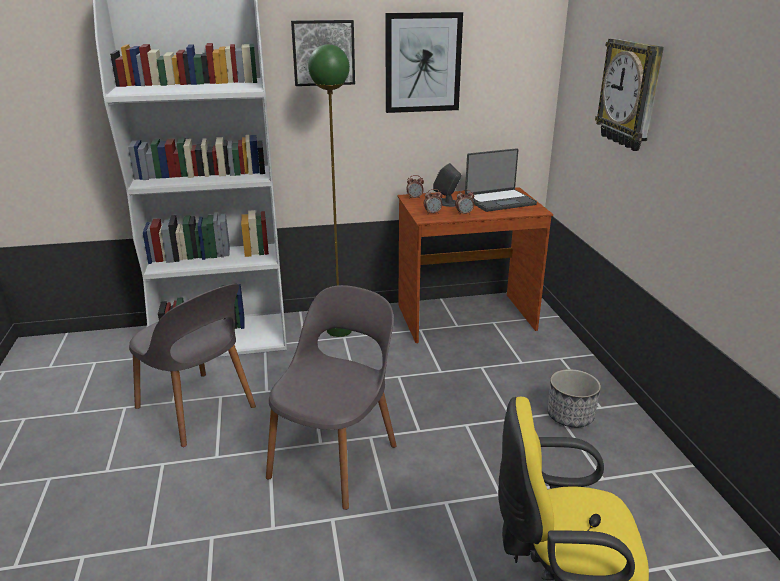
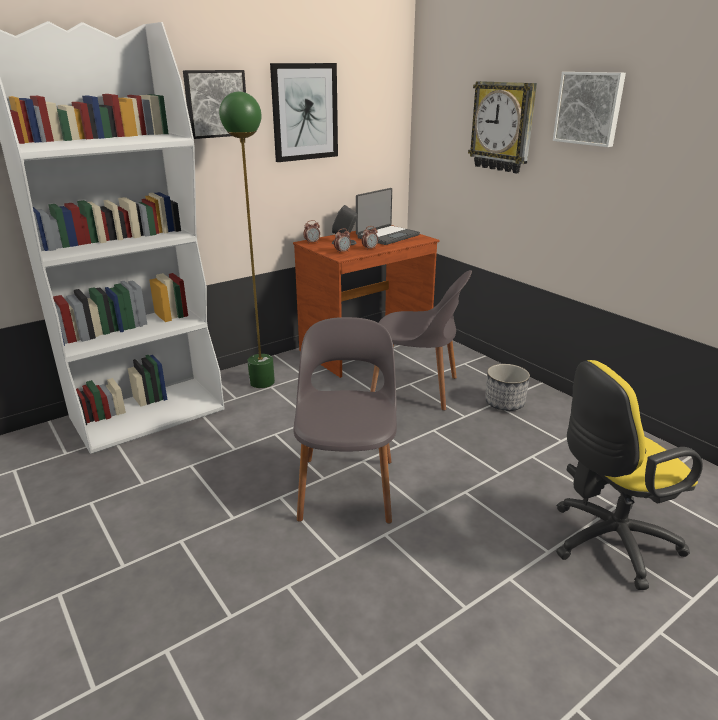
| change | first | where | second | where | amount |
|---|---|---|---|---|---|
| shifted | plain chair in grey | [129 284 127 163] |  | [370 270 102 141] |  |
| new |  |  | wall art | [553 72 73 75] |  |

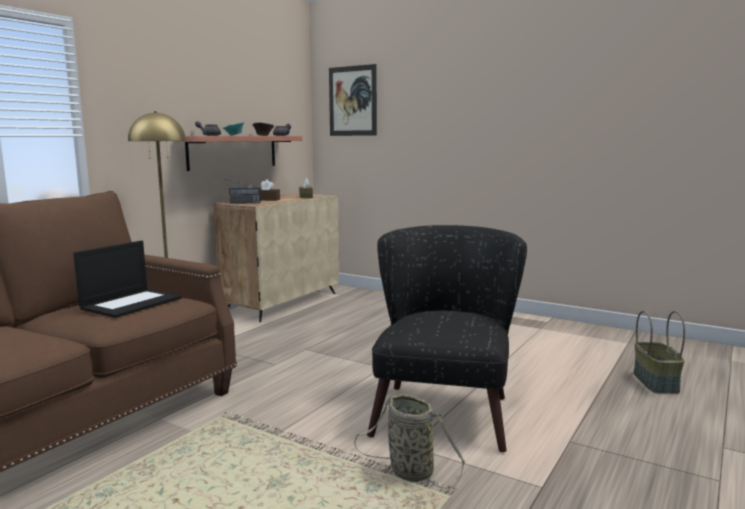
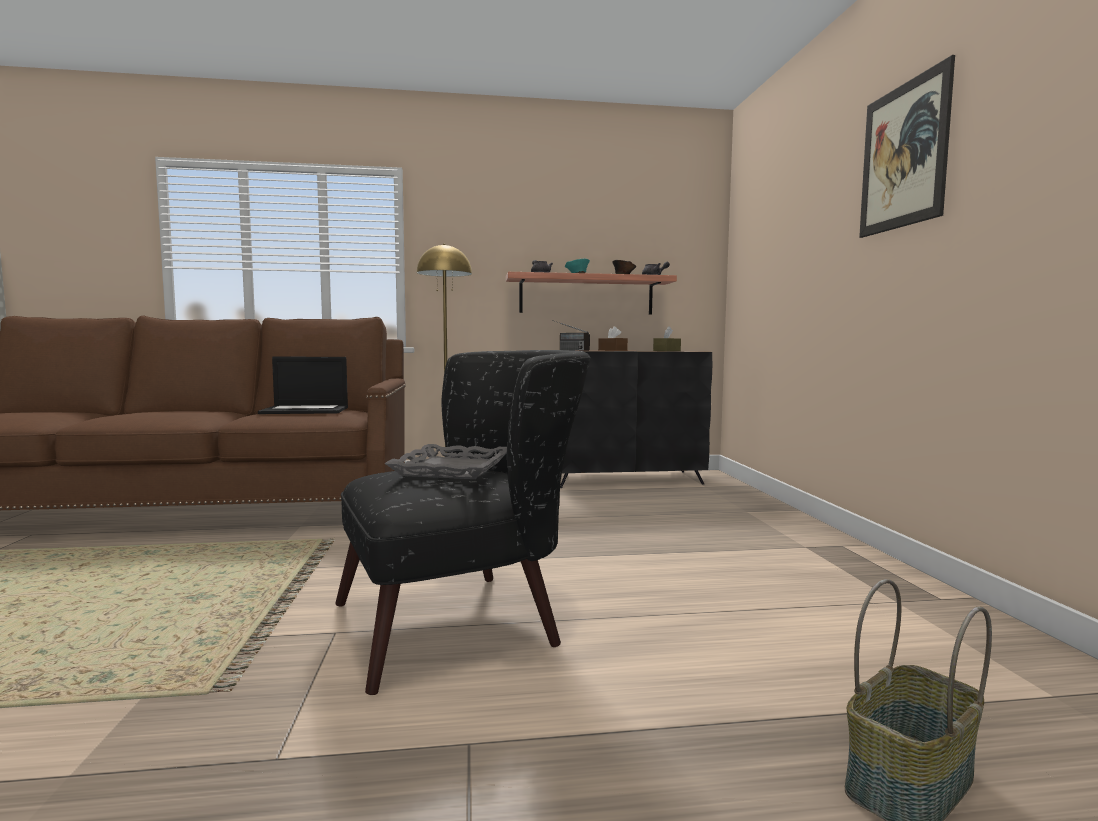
| change | first | where | second | where | amount |
|---|---|---|---|---|---|
| repainted | cabinet in beige-coloured | [214 193 125 129] | cabinet in black-coloured | [560 351 152 137] |  |
| shifted | wall art | [329 64 48 72] |  | [859 55 96 183] |  |
| gone | storage basket | [354 394 111 95] |  |  |  |
| new |  |  | serving tray in grey | [384 444 123 35] |  |

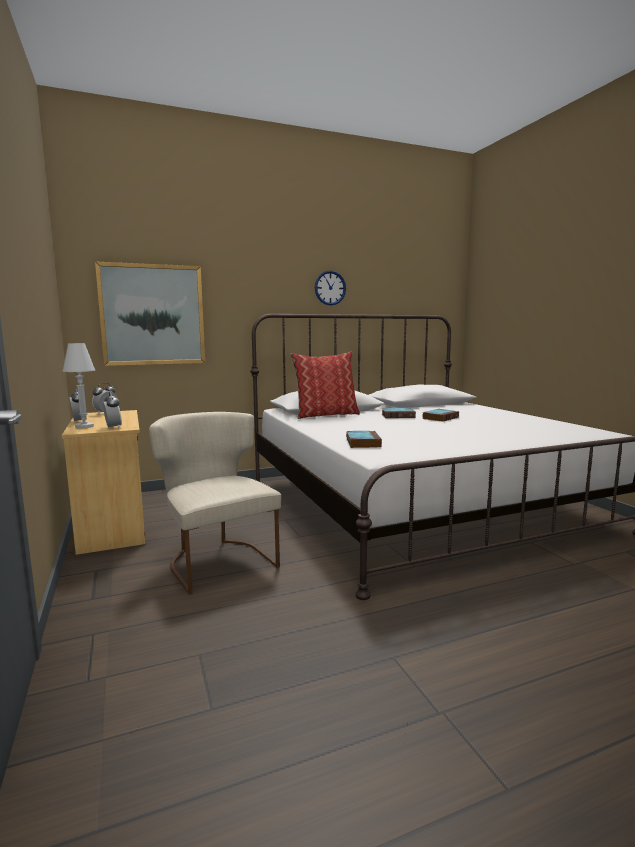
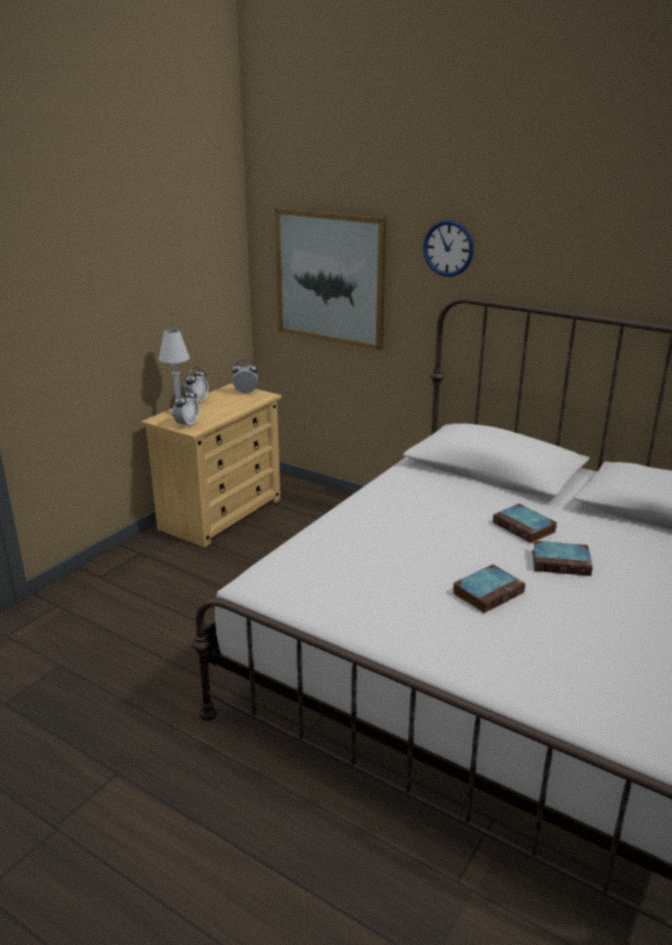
| change | first | where | second | where | amount |
|---|---|---|---|---|---|
| gone | plain chair in beige-coloured | [149 412 132 183] |  |  |  |
| gone | cushion | [290 352 70 67] |  |  |  |
| shifted | hanging clock | [315 270 31 35] |  | [423 220 51 57] |  |
| shifted | bound book | [346 431 36 17] |  | [453 564 72 49] |  |

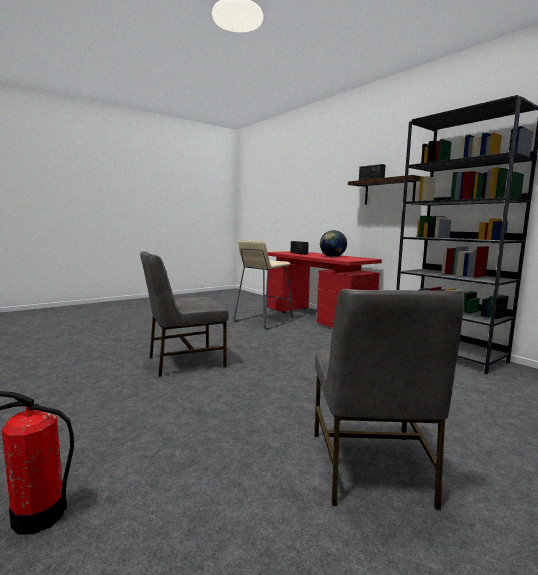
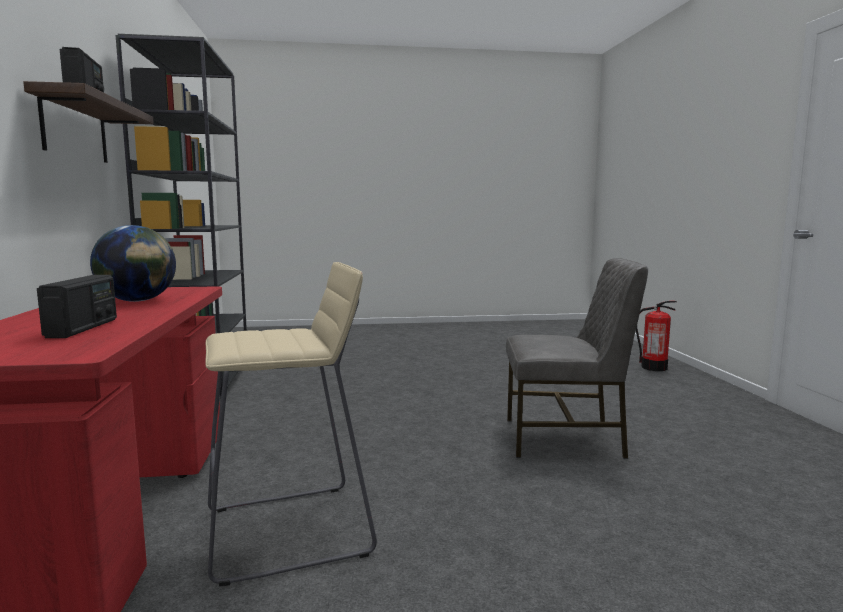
| change | first | where | second | where | amount |
|---|---|---|---|---|---|
| gone | plain chair in grey | [314 289 151 221] |  |  |  |

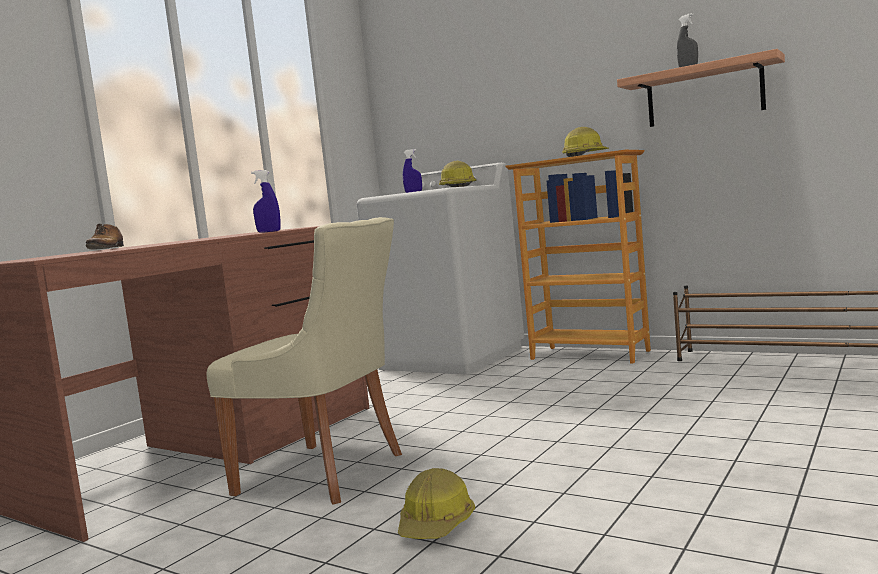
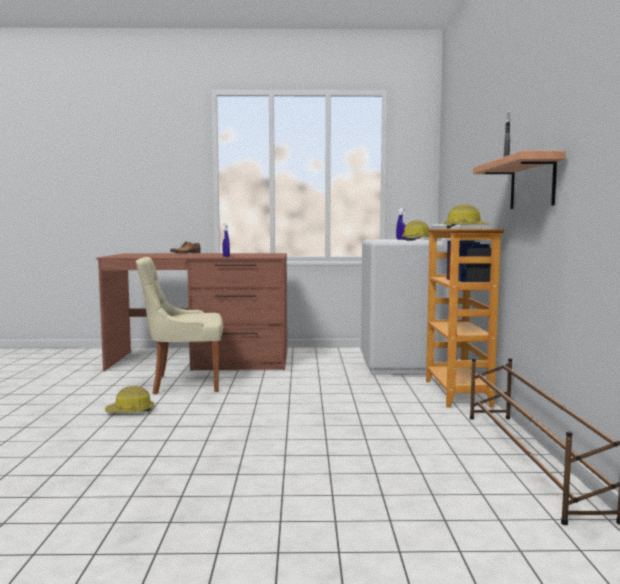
| change | first | where | second | where | amount |
|---|---|---|---|---|---|
| rotated | plain chair in beige-coloured | [206 217 196 287] |  | [135 257 88 137] | 90 degrees clockwise |

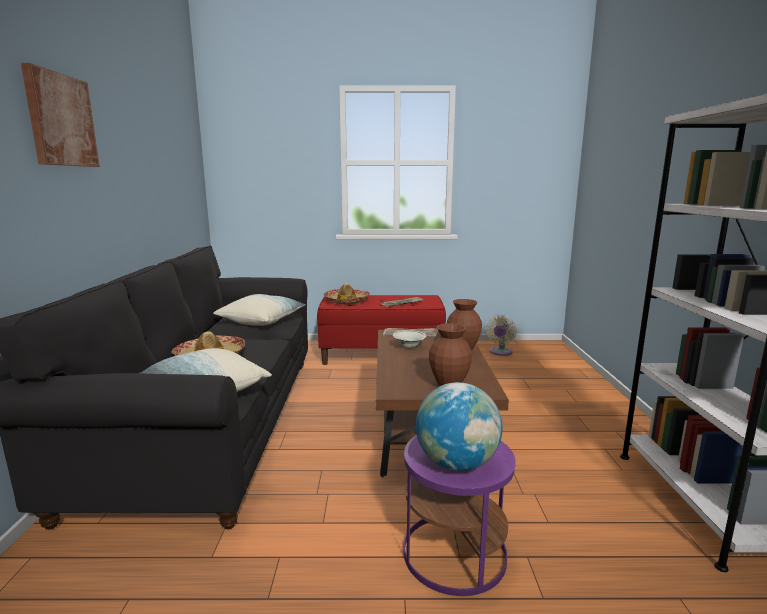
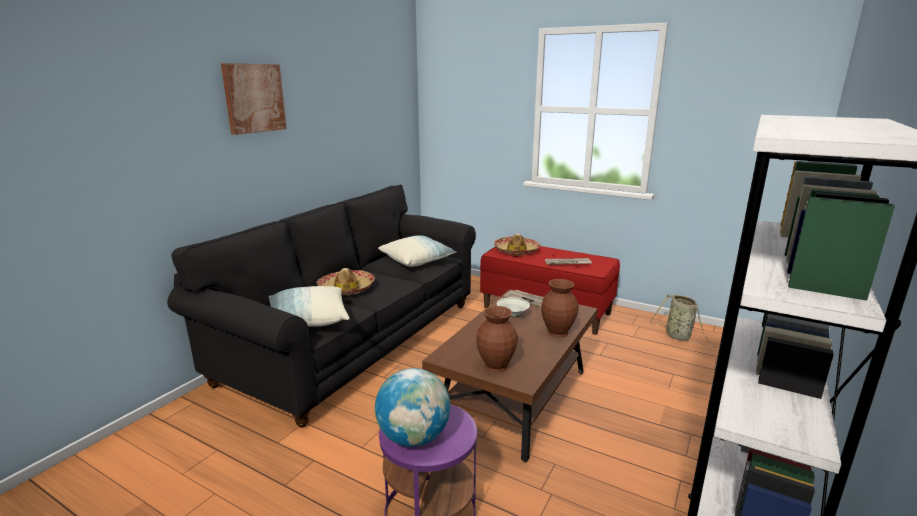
| change | first | where | second | where | amount |
|---|---|---|---|---|---|
| swapped | fan in beige-coloured | [486 315 31 41] | storage basket | [649 294 67 54] |  |

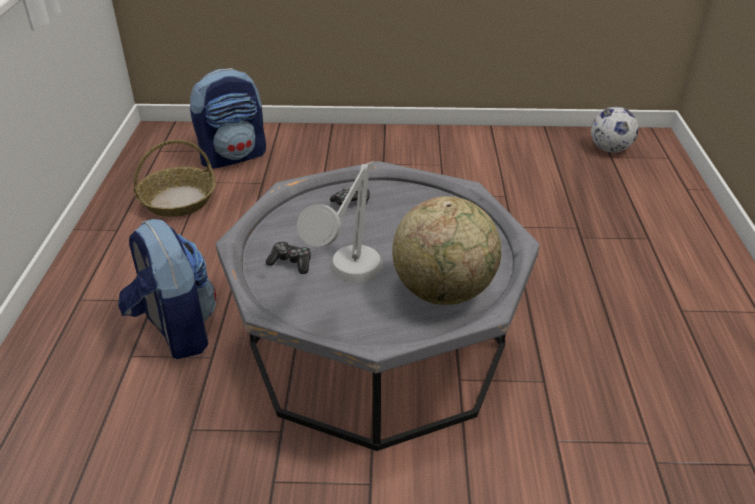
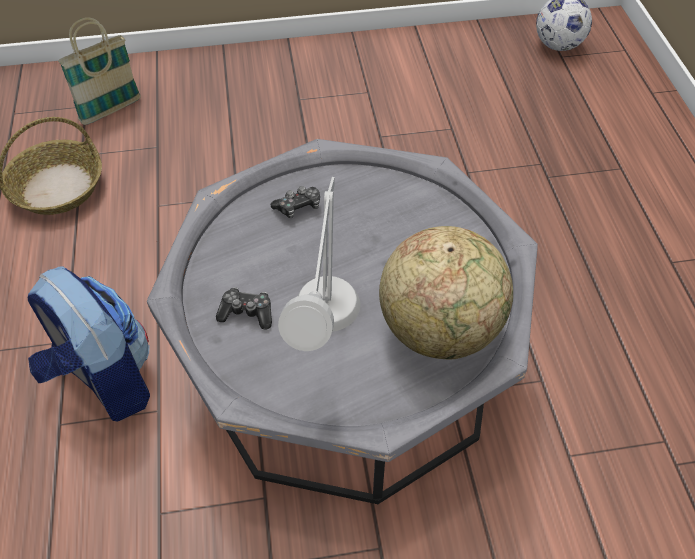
| change | first | where | second | where | amount |
|---|---|---|---|---|---|
| swapped | rucksack | [190 68 76 100] | storage basket | [58 17 83 108] |  |

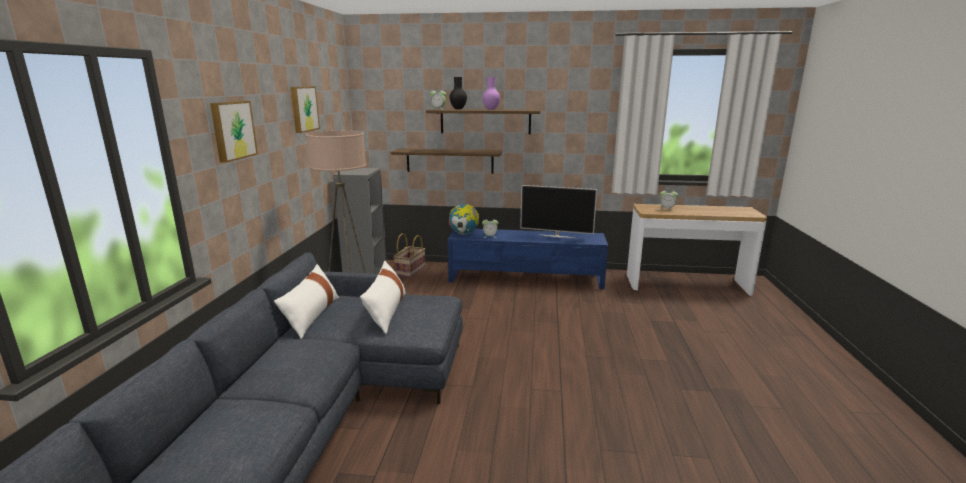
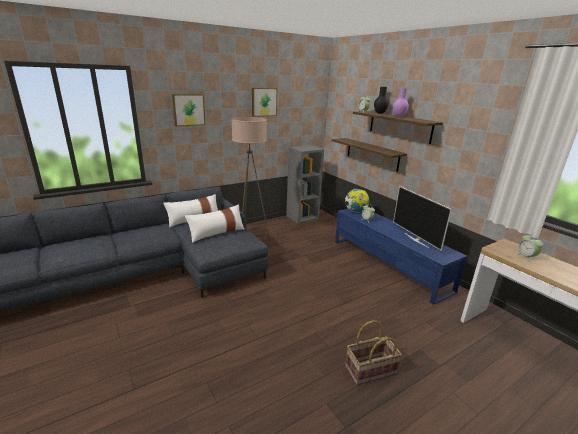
| change | first | where | second | where | amount |
|---|---|---|---|---|---|
| shifted | storage basket | [393 233 32 44] |  | [345 320 57 65] |  |

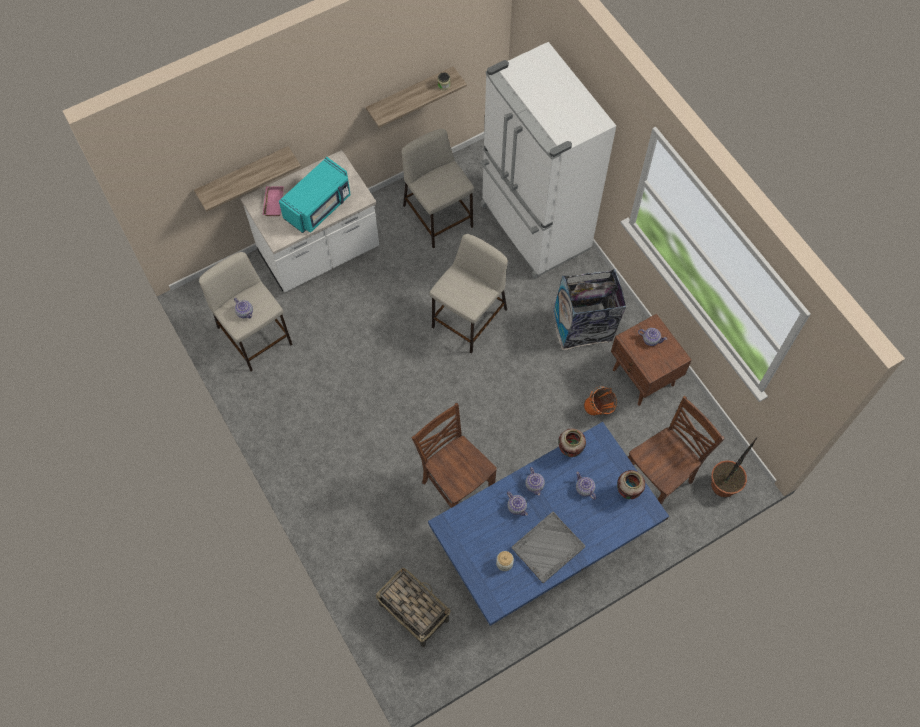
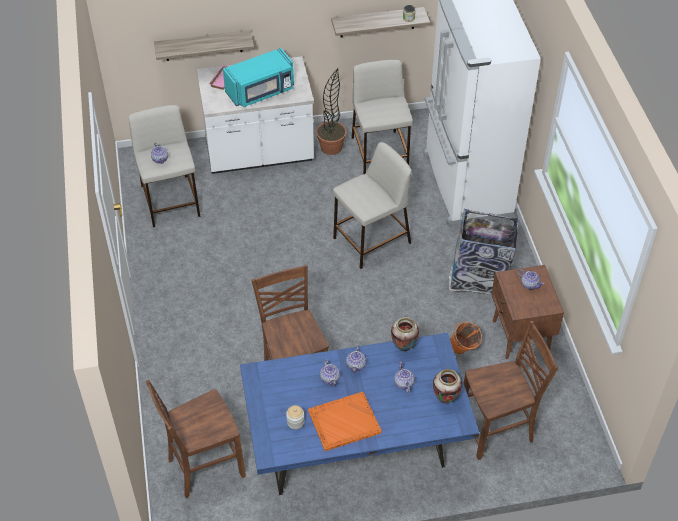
| change | first | where | second | where | amount |
|---|---|---|---|---|---|
| swapped | storage basket | [376 568 75 79] | plain chair in brownish | [146 380 100 118] |  |
| repainted | serving tray in grey | [512 512 73 72] | serving tray in orangey | [308 392 74 60] |  |
| shifted | plant in a pot | [711 437 47 60] |  | [316 68 31 87] |  |

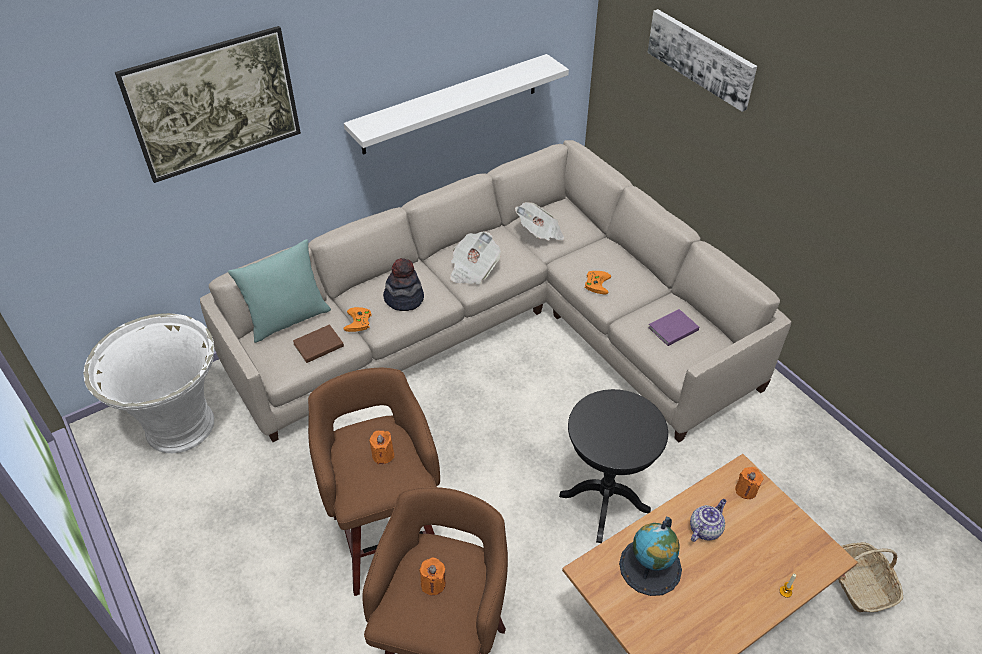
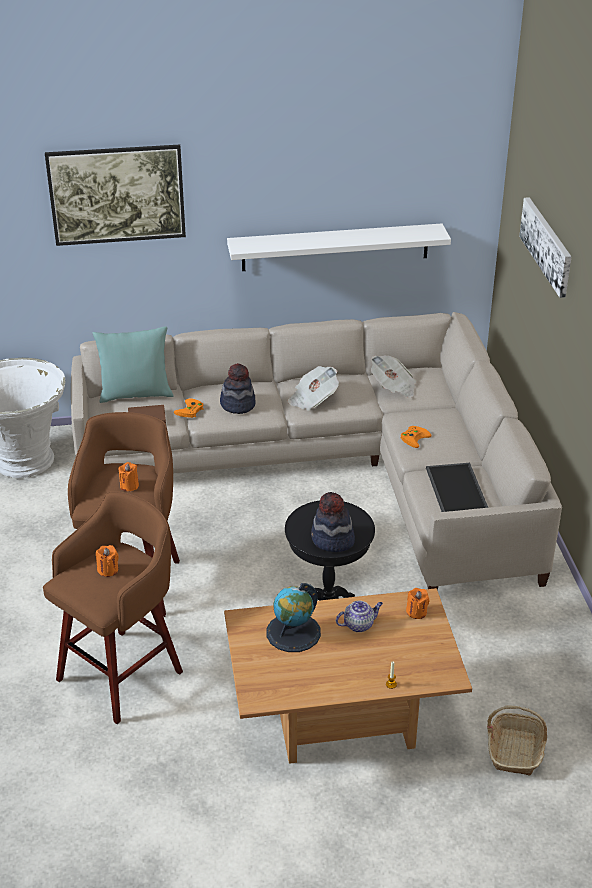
| change | first | where | second | where | amount |
|---|---|---|---|---|---|
| swapped | bound book in purple | [648 309 51 37] | serving tray | [426 463 62 49] |  |
| new |  |  | hat | [311 492 44 60] |  |

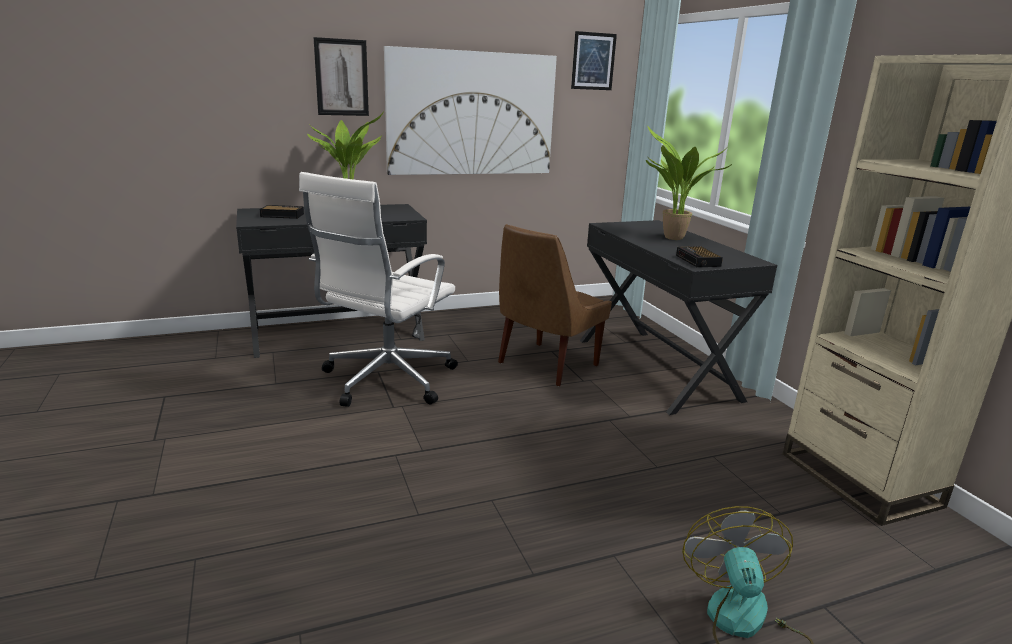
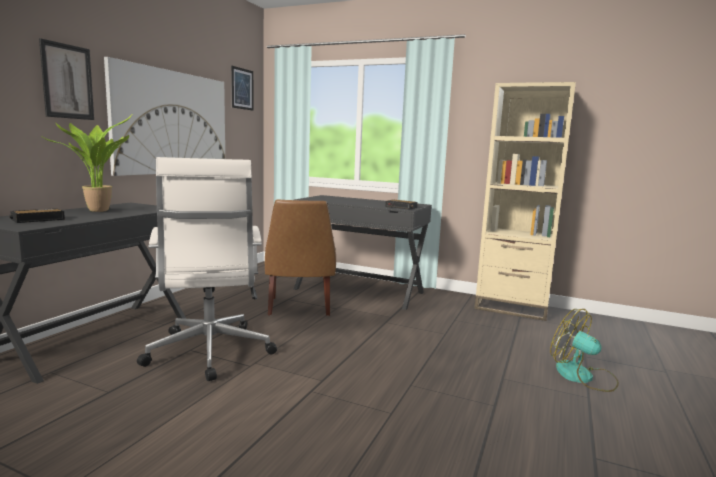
| change | first | where | second | where | amount |
|---|---|---|---|---|---|
| gone | plant in a pot | [646 126 86 114] |  |  |  |

